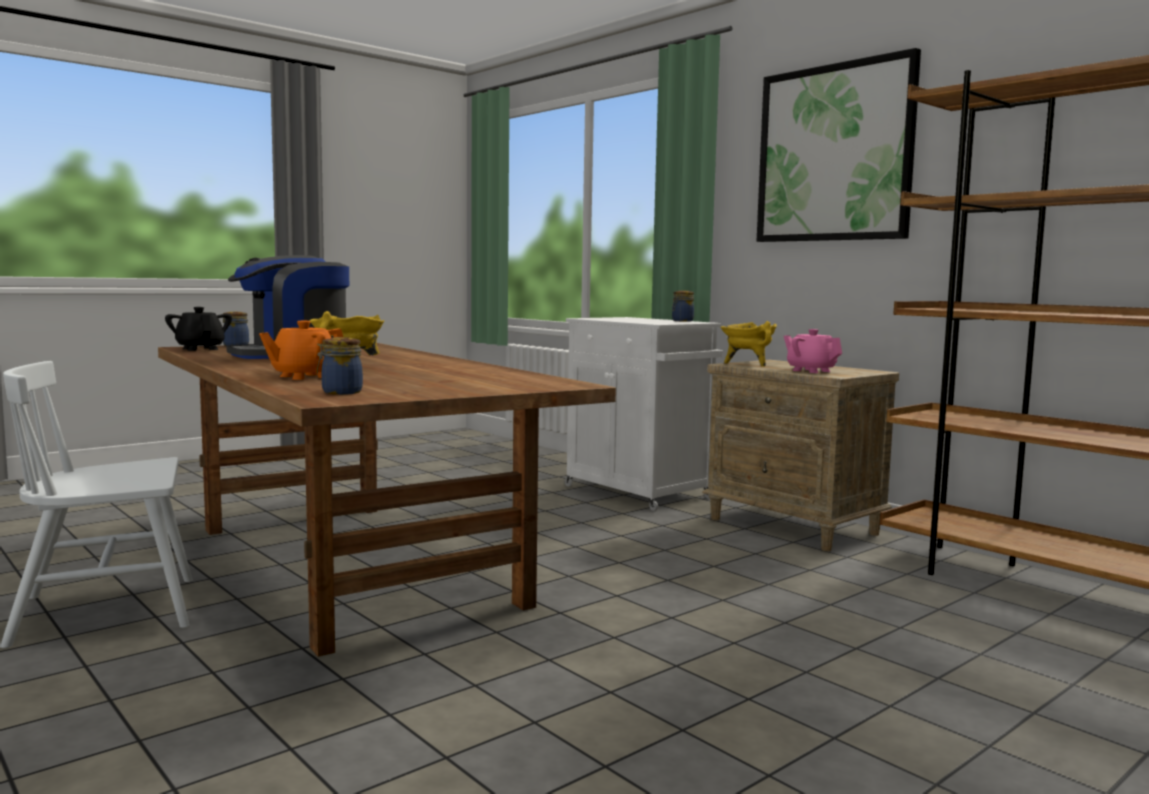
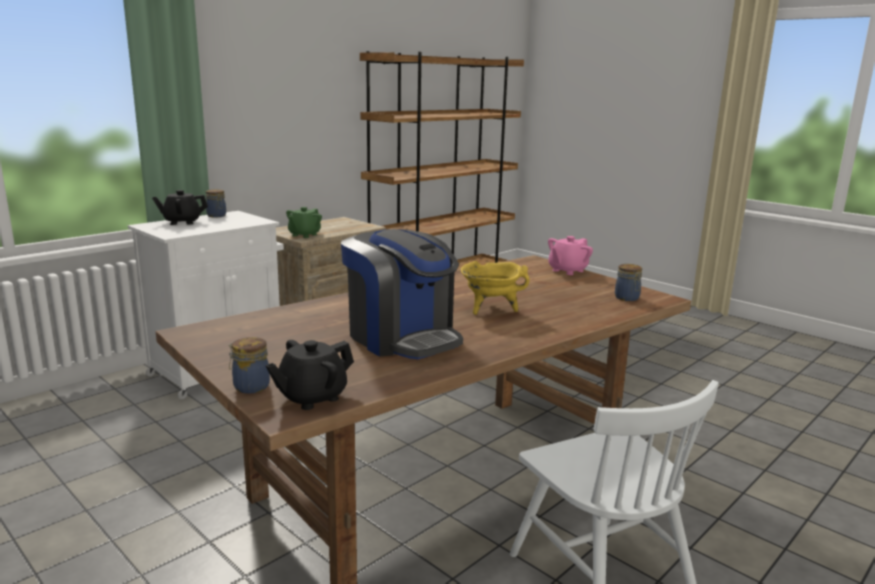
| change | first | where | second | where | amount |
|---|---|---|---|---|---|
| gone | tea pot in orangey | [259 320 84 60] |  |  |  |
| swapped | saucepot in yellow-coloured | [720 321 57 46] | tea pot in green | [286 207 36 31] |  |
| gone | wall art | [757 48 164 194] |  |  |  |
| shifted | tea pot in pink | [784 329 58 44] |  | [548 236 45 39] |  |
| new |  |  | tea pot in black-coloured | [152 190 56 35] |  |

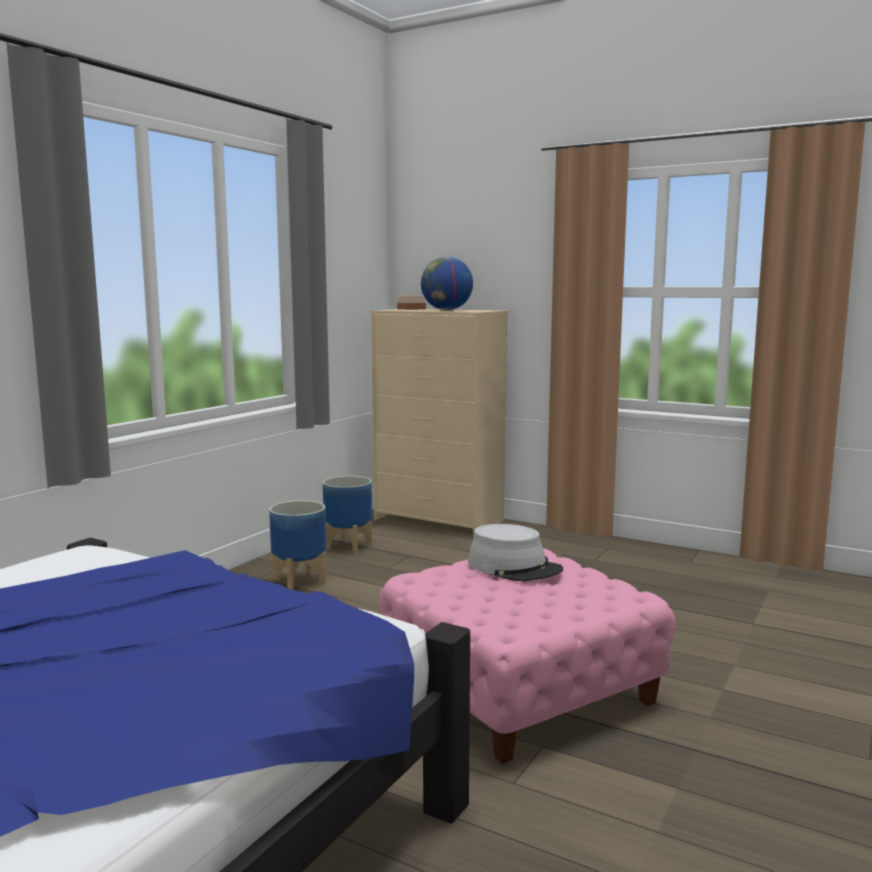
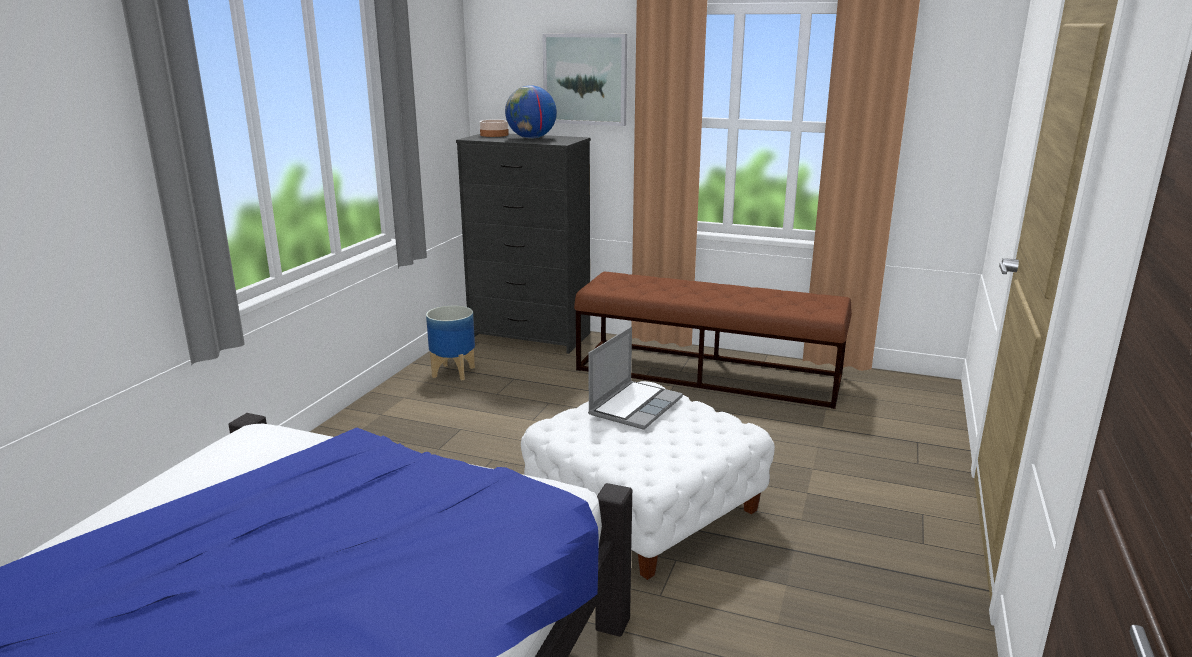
| change | first | where | second | where | amount |
|---|---|---|---|---|---|
| gone | plant pot | [269 500 58 90] |  |  |  |
| repainted | chest of drawers in beige-coloured | [370 309 138 228] | chest of drawers in black-coloured | [456 134 135 220] |  |
| repainted | pouffe in pink | [379 548 297 216] | pouffe in whitish | [521 381 254 199] |  |
| swapped | hat in grey | [468 524 95 57] | notebook computer | [588 326 95 104] |  |
| new |  |  | wall art | [542 33 85 93] |  |
| new |  |  | bench in brownish | [574 272 278 137] |  |

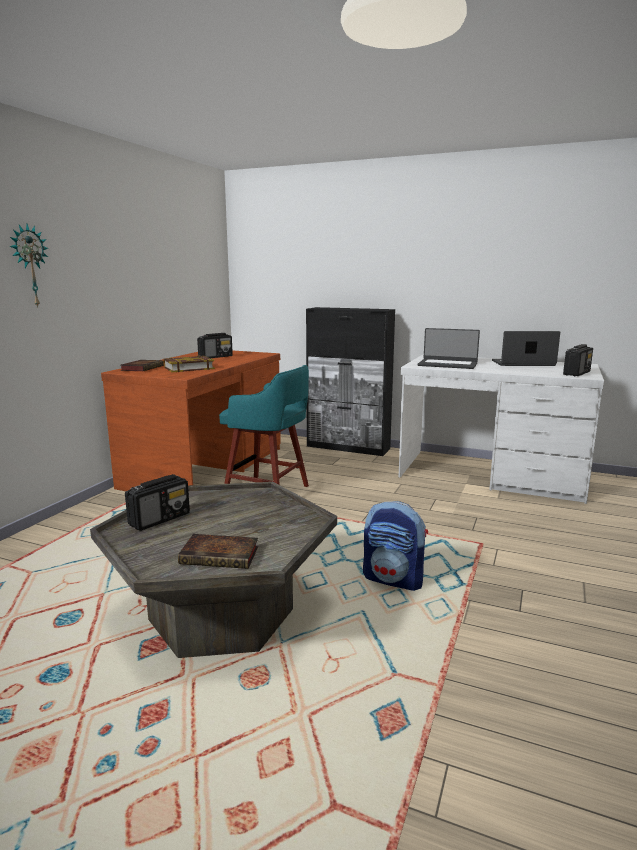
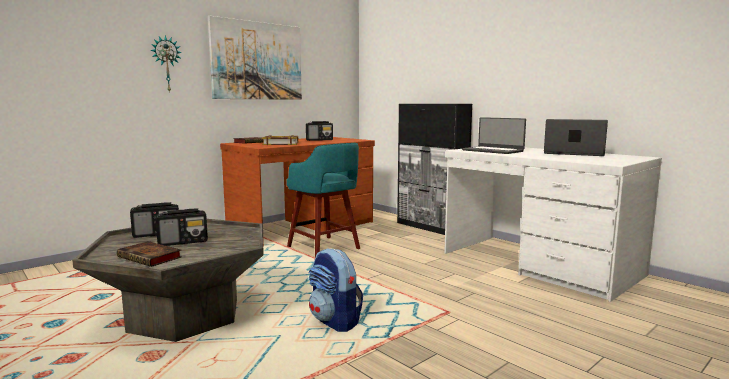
| change | first | where | second | where | amount |
|---|---|---|---|---|---|
| shifted | radio receiver | [563 344 30 32] |  | [156 208 52 38] |  |
| new |  |  | wall art | [208 16 94 84] |  |

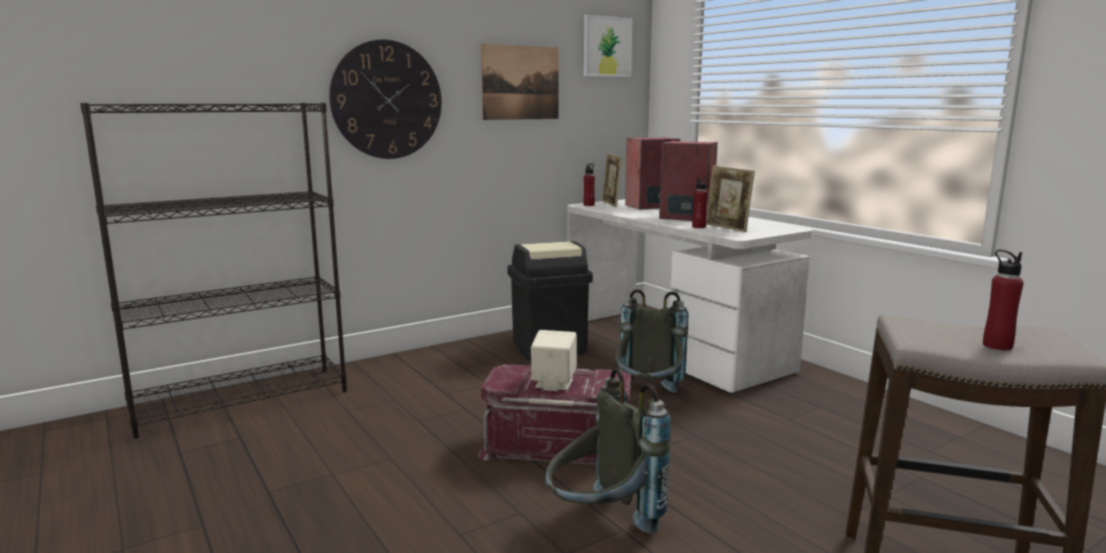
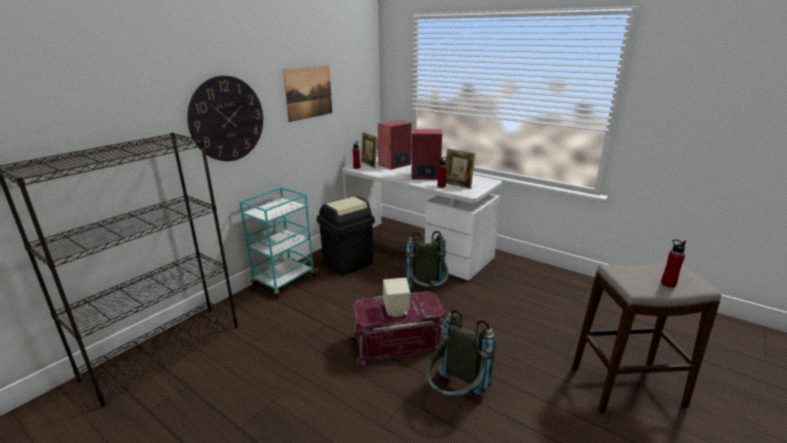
| change | first | where | second | where | amount |
|---|---|---|---|---|---|
| gone | wall art | [584 15 48 62] |  |  |  |
| new |  |  | cart in blue-green | [239 187 81 111] |  |

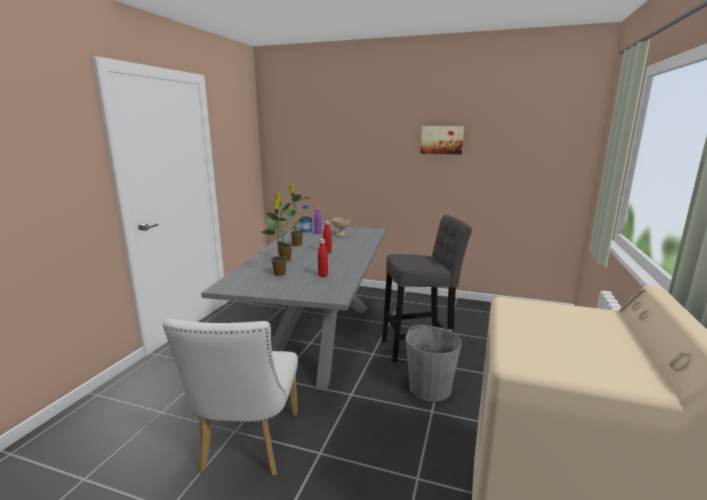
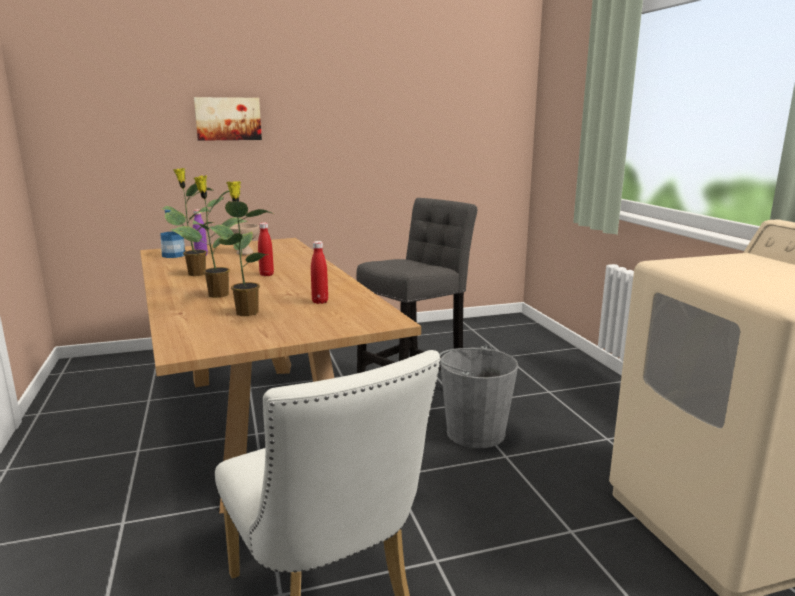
| change | first | where | second | where | amount |
|---|---|---|---|---|---|
| repainted | kitchen table in grey | [201 225 185 165] | kitchen table in brownish | [140 238 281 275] |  |
| shifted | wall art | [421 126 43 28] |  | [194 97 68 44] |  |

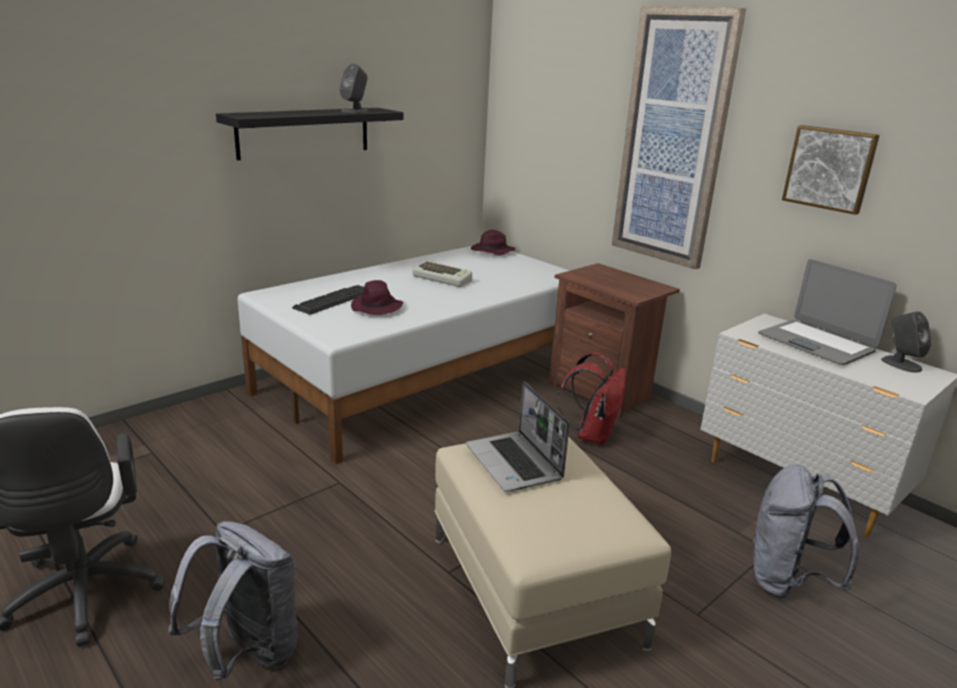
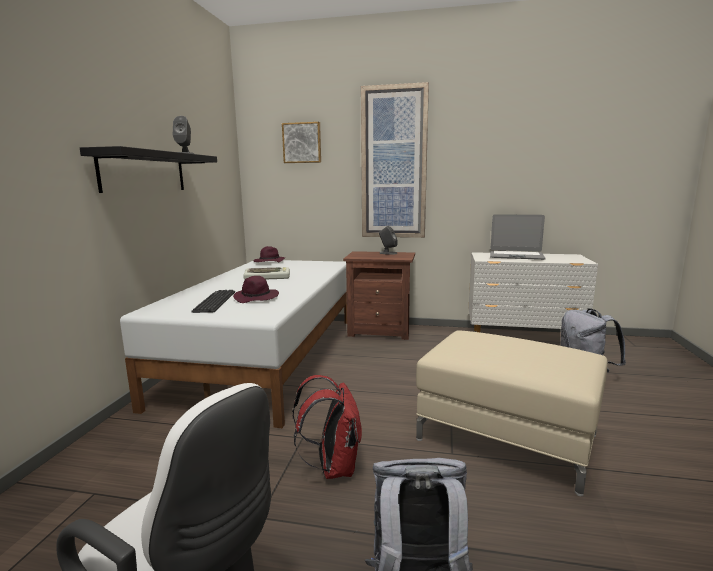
| change | first | where | second | where | amount |
|---|---|---|---|---|---|
| gone | notebook computer | [466 381 104 111] |  |  |  |
| shifted | rucksack in red-coloured | [558 352 68 93] |  | [292 375 70 104] |  |
| shifted | wall art | [782 125 98 90] |  | [282 122 39 41] |  |
| shifted | loudspeaker in grey | [881 311 50 62] |  | [379 226 19 29] |  |

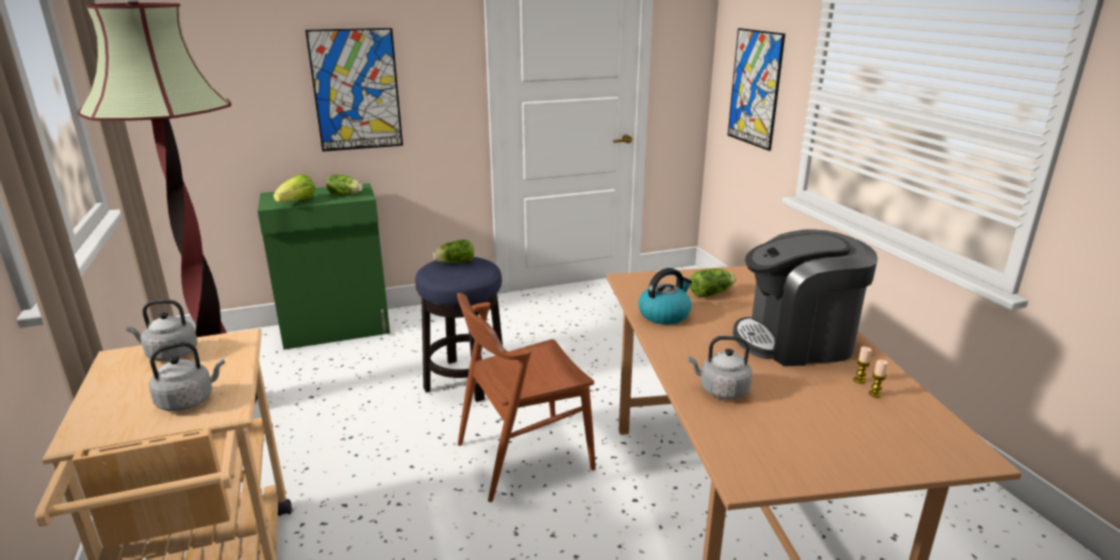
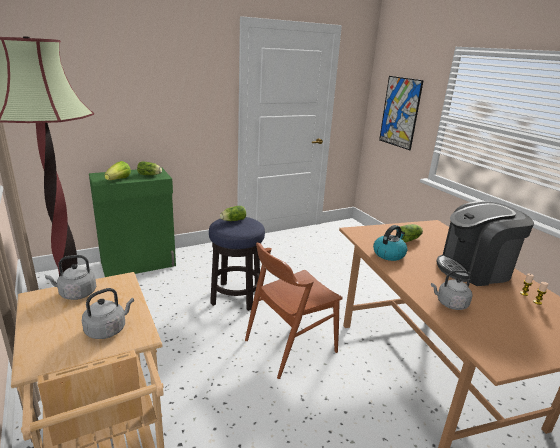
| change | first | where | second | where | amount |
|---|---|---|---|---|---|
| gone | wall art | [305 28 98 124] |  |  |  |

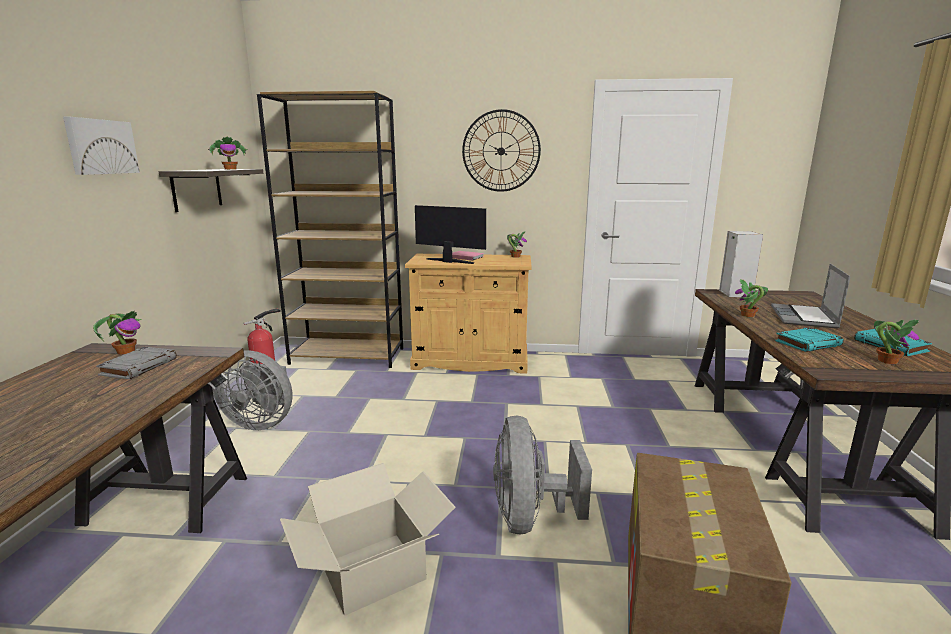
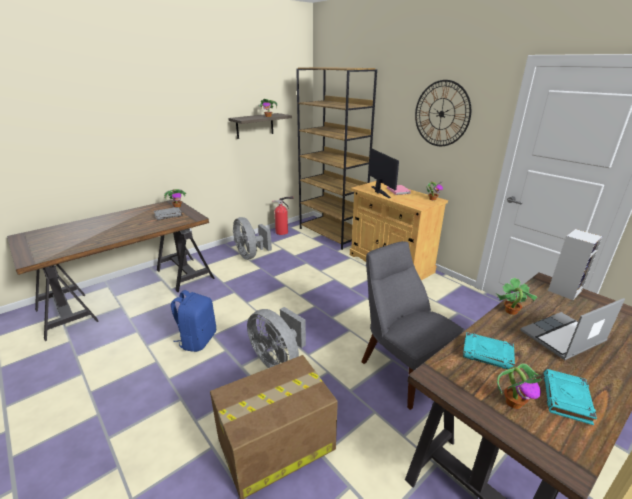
| change | first | where | second | where | amount |
|---|---|---|---|---|---|
| gone | wall art | [63 117 77 58] |  |  |  |
| swapped | packing box | [280 463 176 153] | rucksack in bluish | [171 290 45 62] |  |
| rotated | fan in grey | [493 416 99 119] |  | [247 307 59 61] | 90 degrees counterclockwise |
| new |  |  | plain chair in grey | [361 241 104 169] |  |

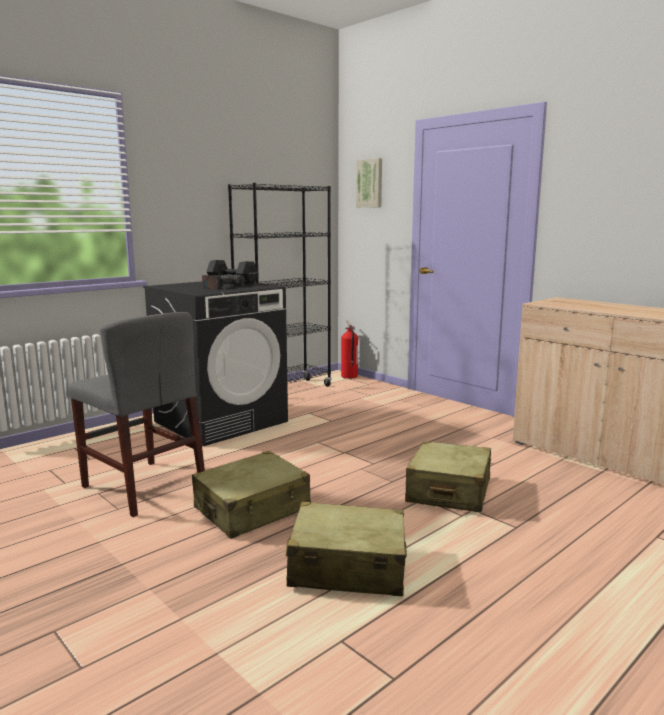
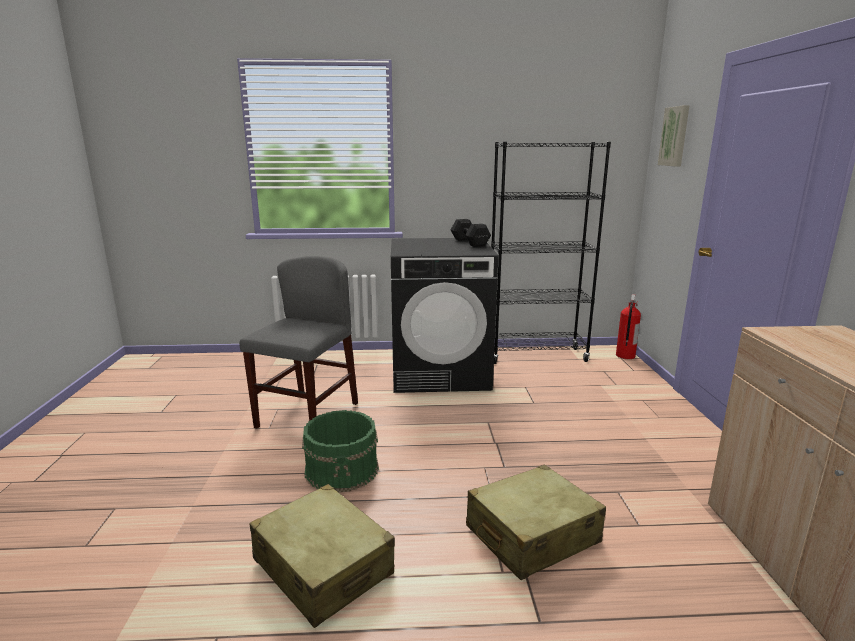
| change | first | where | second | where | amount |
|---|---|---|---|---|---|
| rotated | plain chair in grey | [68 312 137 205] |  | [240 256 118 172] | 150 degrees counterclockwise |
| swapped | piece of luggage in beige-coloured | [192 451 119 88] | bucket in green | [302 410 77 83] |  |
| gone | drill | [202 274 43 16] |  |  |  |

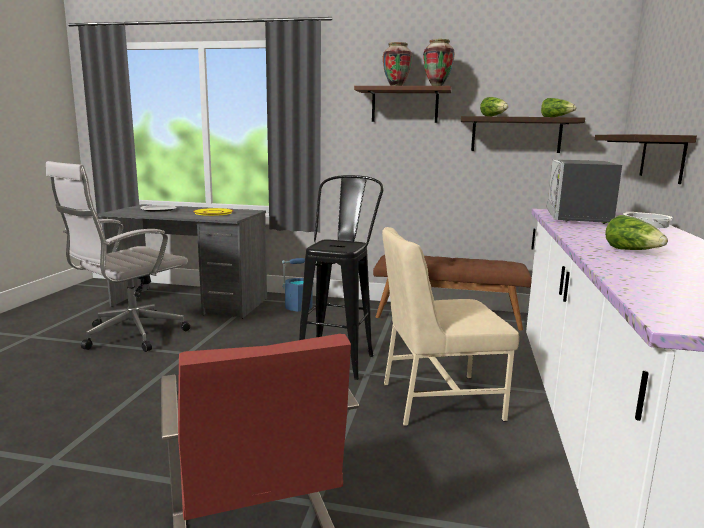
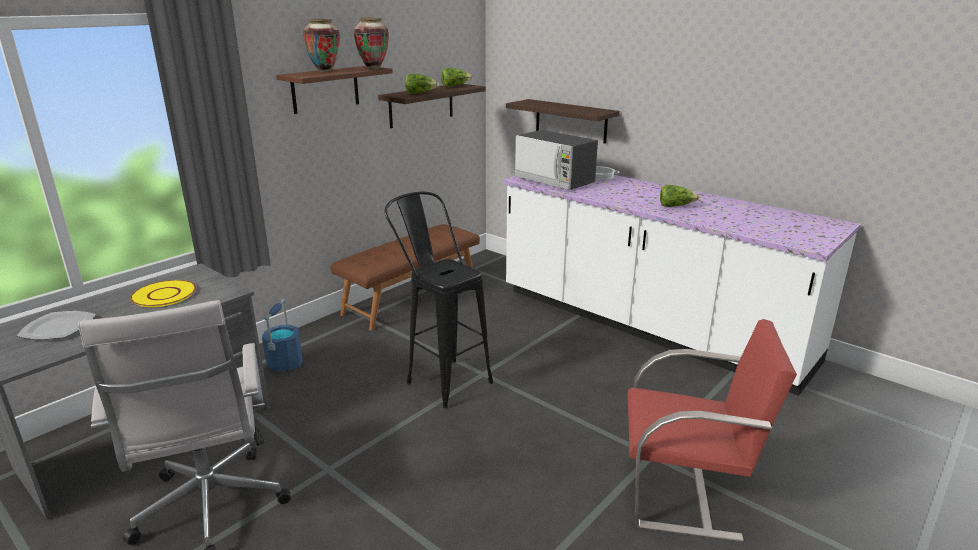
| change | first | where | second | where | amount |
|---|---|---|---|---|---|
| gone | plain chair in beige-coloured | [382 227 137 199] |  |  |  |

